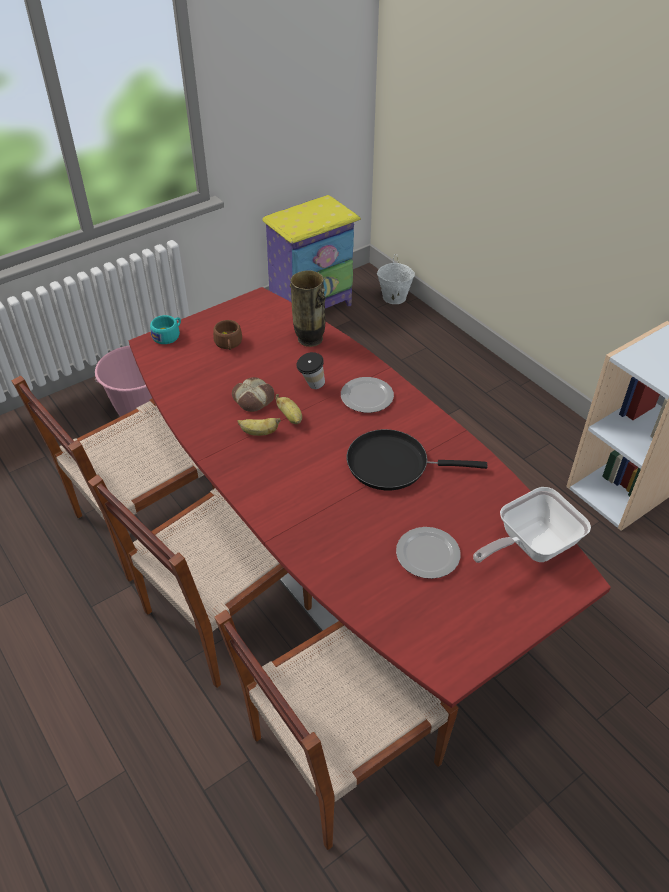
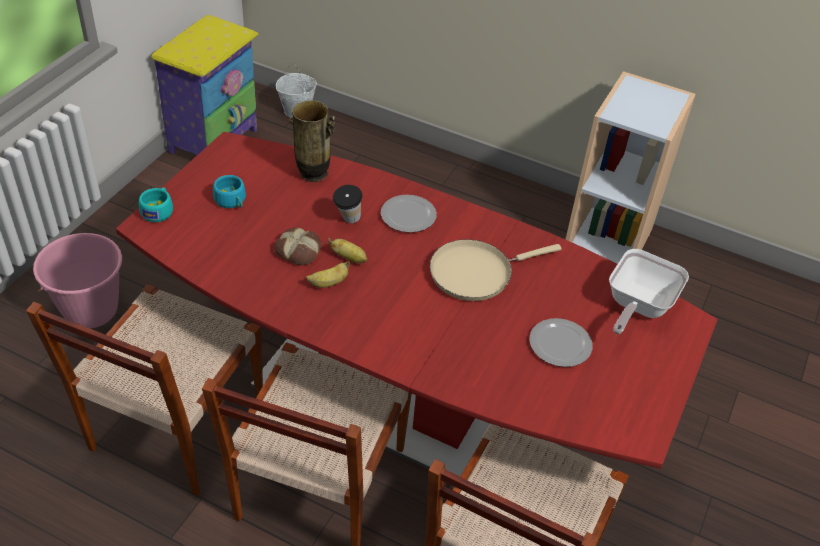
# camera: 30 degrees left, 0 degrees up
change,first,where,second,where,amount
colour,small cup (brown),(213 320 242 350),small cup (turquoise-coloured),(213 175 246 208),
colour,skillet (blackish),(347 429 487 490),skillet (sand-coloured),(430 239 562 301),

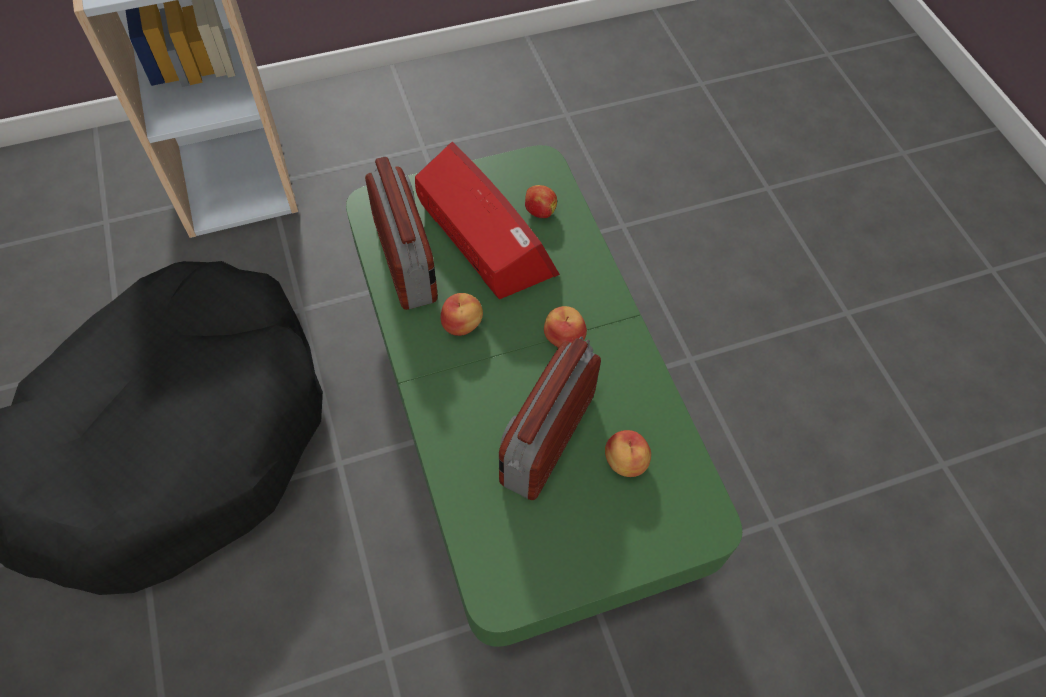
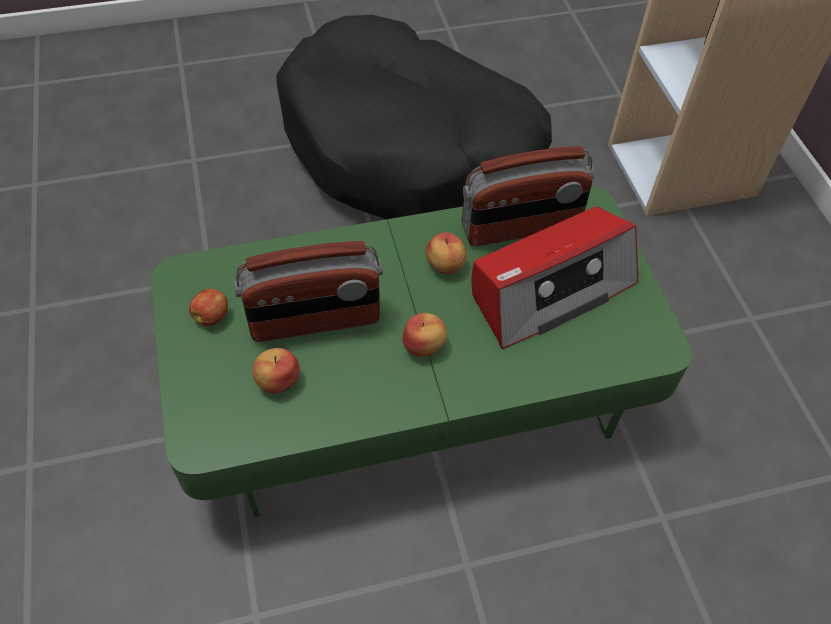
# camera: 95 degrees right, 5 degrees down
change,first,where,second,where,amount
spun,radio set,(499 336 601 500),,(234 241 383 342),135 degrees clockwise
relocated,apple fruit,(525 185 557 218),,(189 289 228 326),

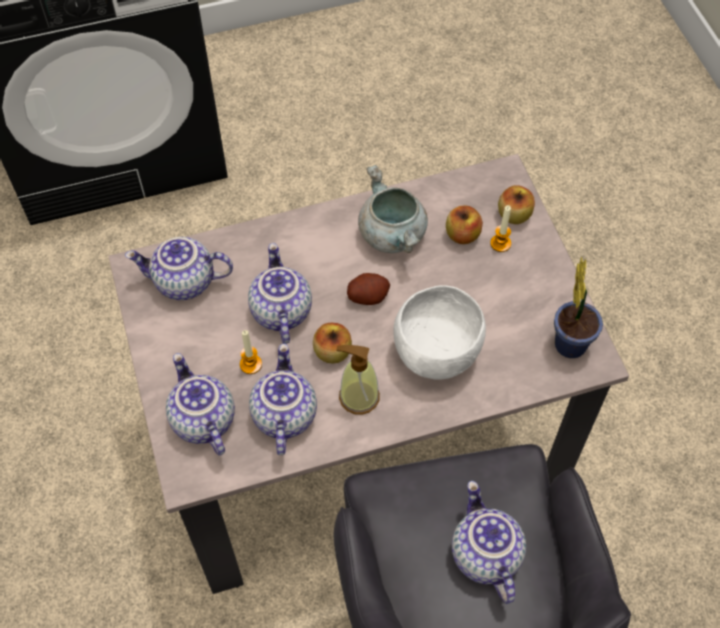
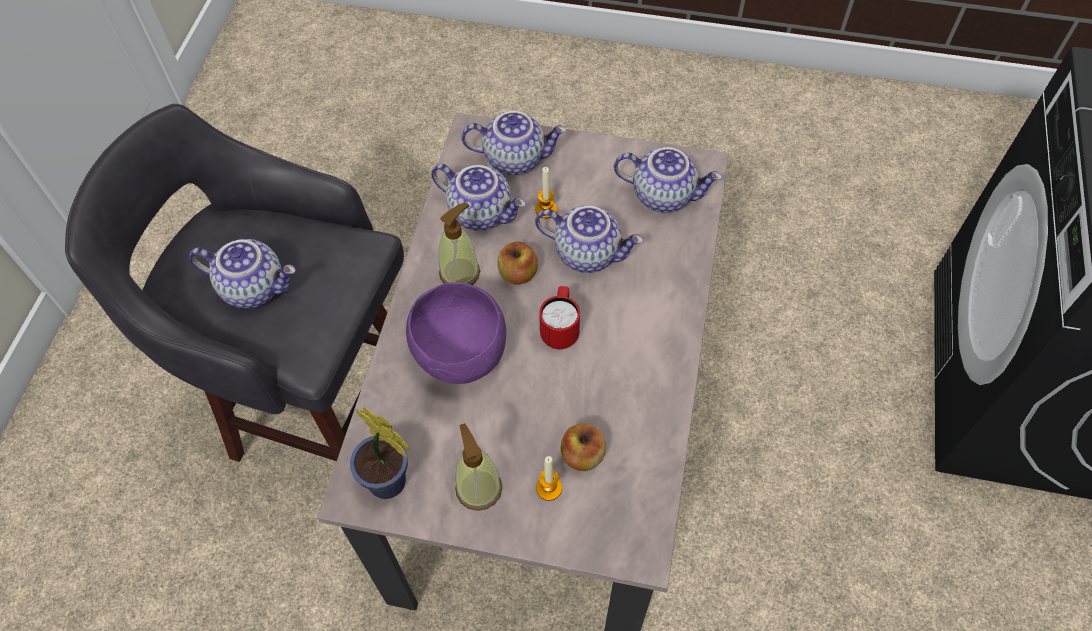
# camera: 120 degrees right, 0 degrees up
change,first,where,second,where,amount
spun,pot for tea,(125 237 233 300),,(614 147 722 212),75 degrees clockwise
exchanged,spud,(347 273 390 305),coffee mug (reddish),(539 286 580 349),
missing,stockpot (gray),(358 165 428 253),,,
colour,bowl (white-coloured),(393 285 486 379),bowl (purplish),(406 282 506 384),
missing,apple fruit,(498 185 535 224),,,
appeared,,,liquid soap bottle,(455 423 502 511),

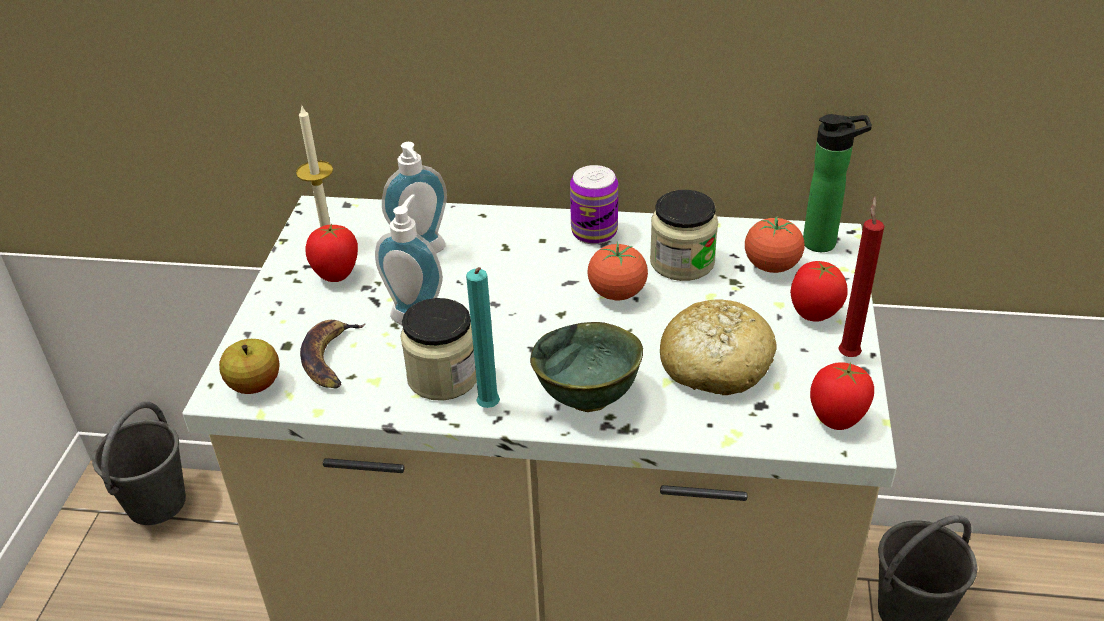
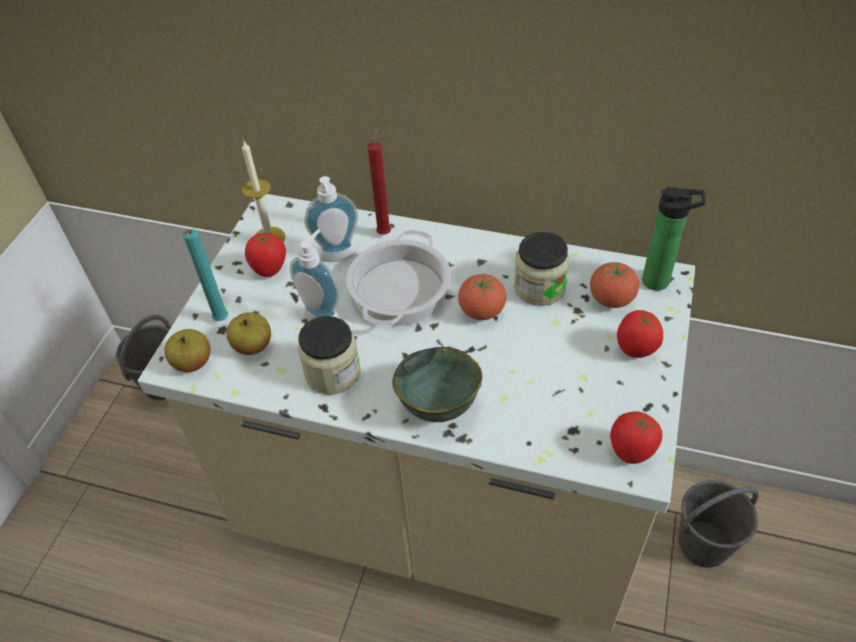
# camera: 10 degrees right, 10 degrees up
change,first,where,second,where,amount
exchanged,banana,(300 320 366 389),apple fruit,(227 313 271 355),
relocated,wax candle (turquoise-coloured),(466 267 500 408),,(183 229 228 321),
missing,metal can,(570 165 618 245),,,
missing,bakery bread,(660 299 777 395),,,
relocated,wax candle (reddish),(838 197 884 357),,(368 127 391 235),
appeared,,,stockpot,(346 230 451 326),

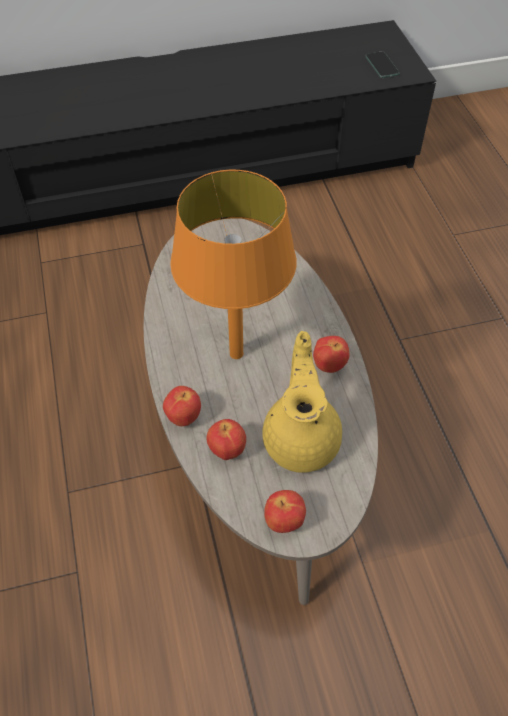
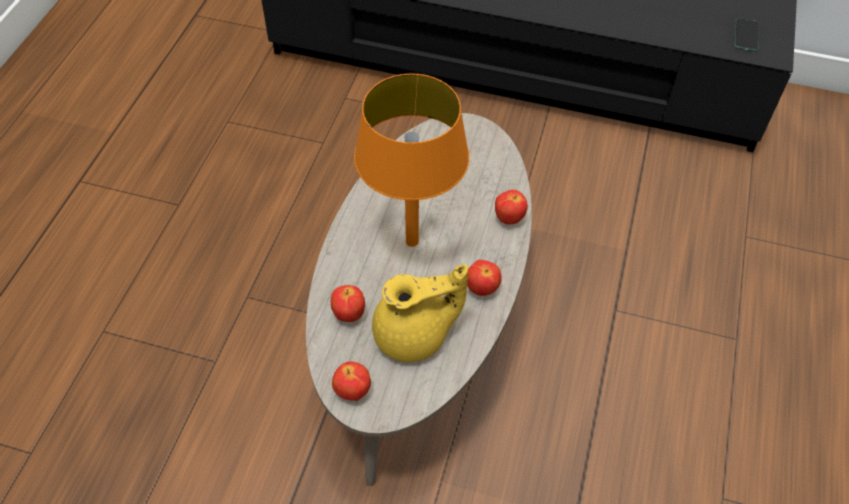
# camera: 30 degrees right, 0 degrees up
change,first,where,second,where,amount
relocated,apple fruit,(163 386 201 426),,(495 190 528 224),
spun,pot for tea (yellow-coloured),(262 331 342 473),,(372 264 468 362),45 degrees clockwise

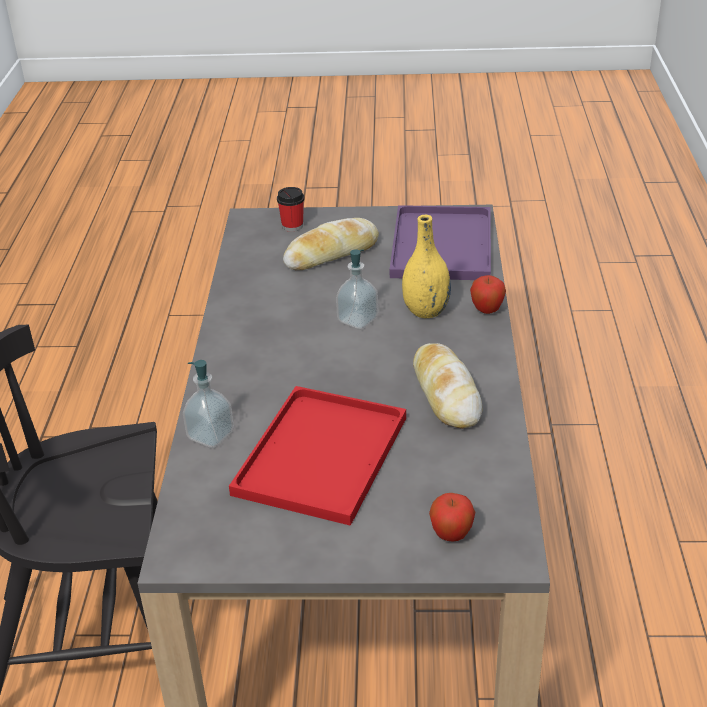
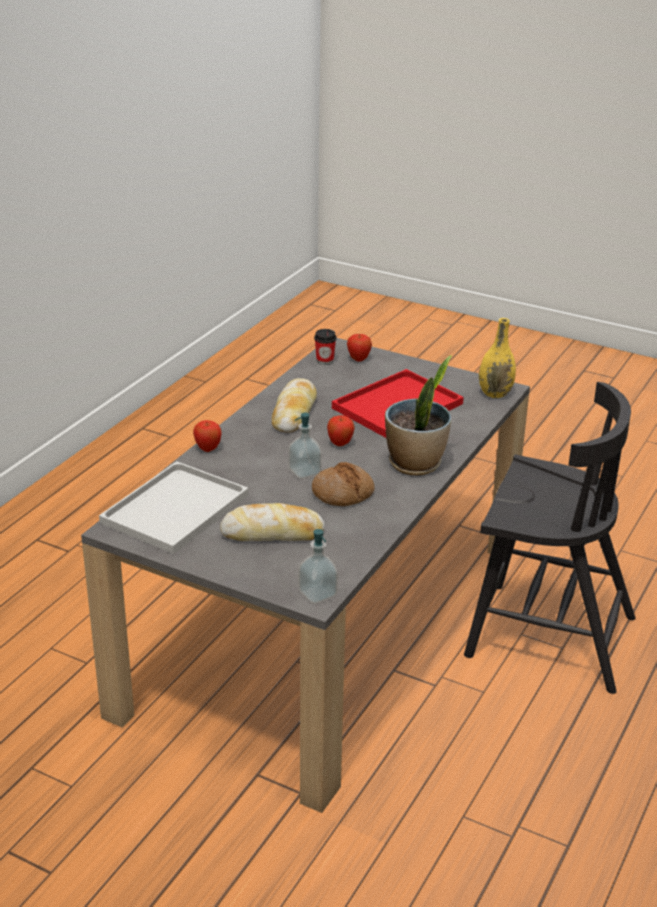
# camera: 155 degrees left, 5 degrees down
change,first,where,second,where,amount
relocated,liquid soap bottle,(183 360 234 448),,(298 529 338 604),
relocated,small cup,(277 187 304 232),,(314 329 337 365),
colour,carrying tray (purplish),(390 205 491 280),carrying tray (white-coloured),(99 461 249 554),
relocated,decorative vase (yellow-coloured),(402 214 451 318),,(479 318 516 398),
appeared,,,bakery bread,(312 462 375 506),
appeared,,,apple fruit,(327 415 355 446),
appeared,,,houseplant,(385 355 452 475),

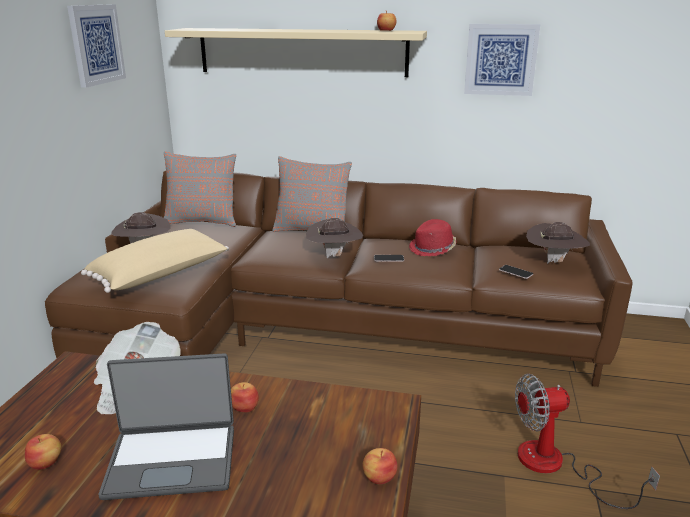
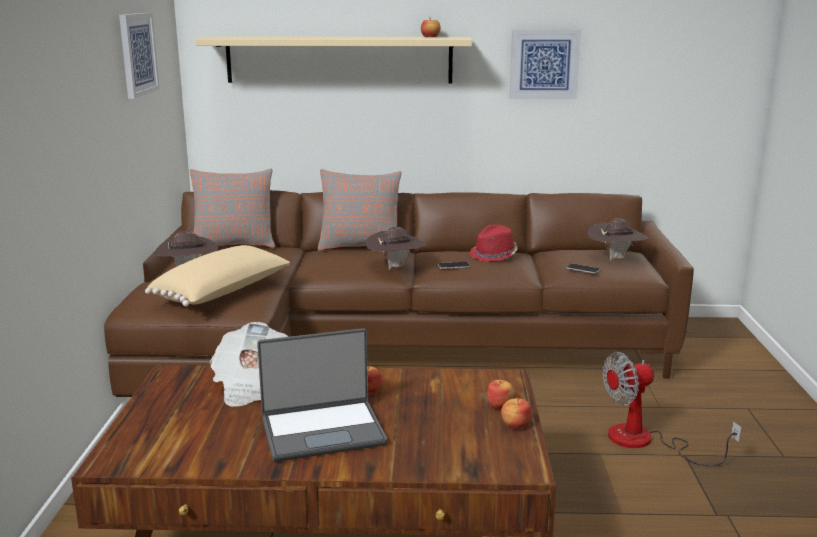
# camera: 10 degrees left, 5 degrees down
change,first,where,second,where,amount
relocated,apple fruit,(25 434 62 470),,(487 380 514 409),

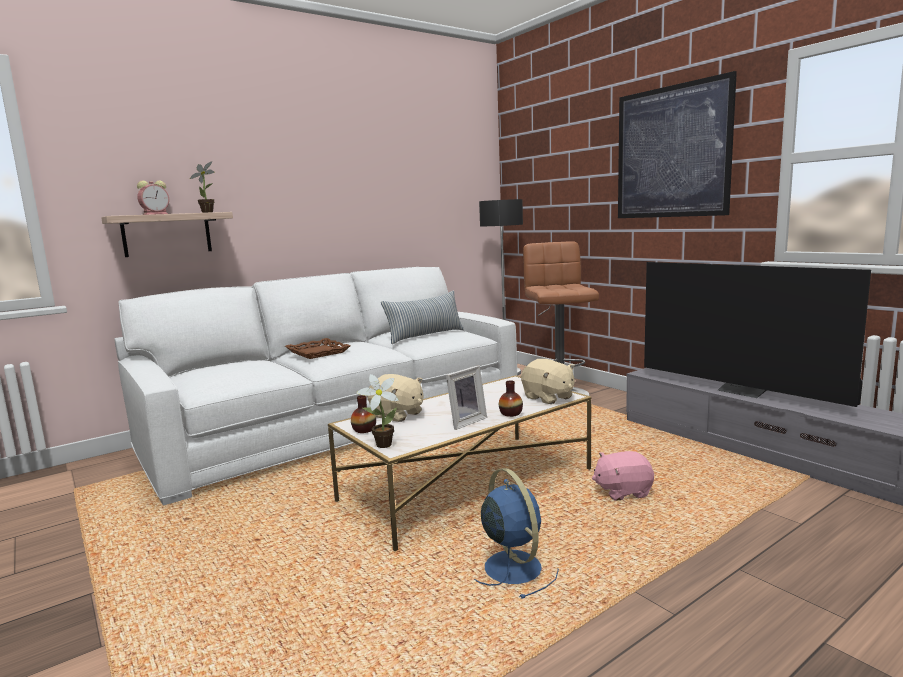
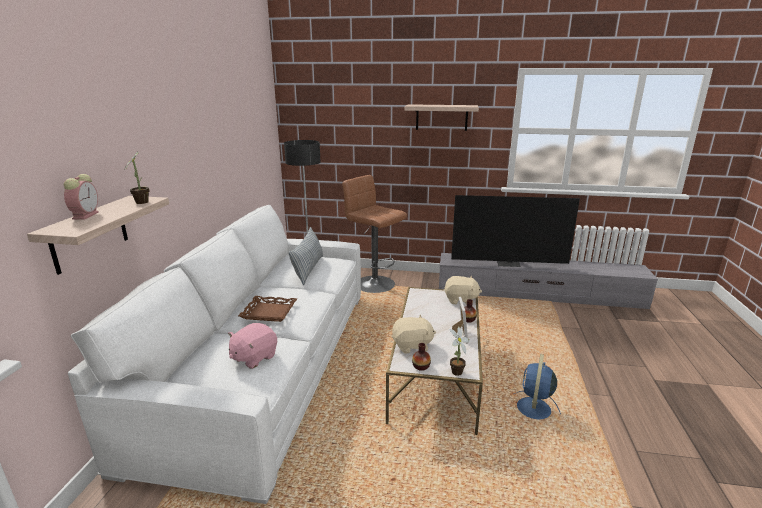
# camera: 45 degrees left, 10 degrees up
change,first,where,second,where,amount
spun,electric fan (blue-coloured),(474 468 559 599),,(513 354 561 419),90 degrees counterclockwise
relocated,soft toy (pinkish),(592 451 654 501),,(228 323 277 369),
exchanged,wall picture,(618 71 737 218),bracket shelf,(405 104 479 131),

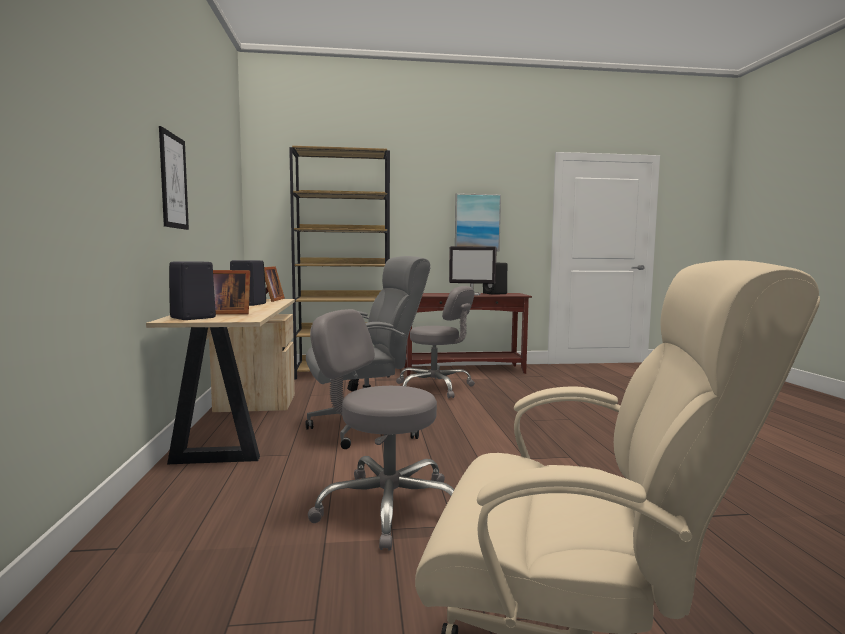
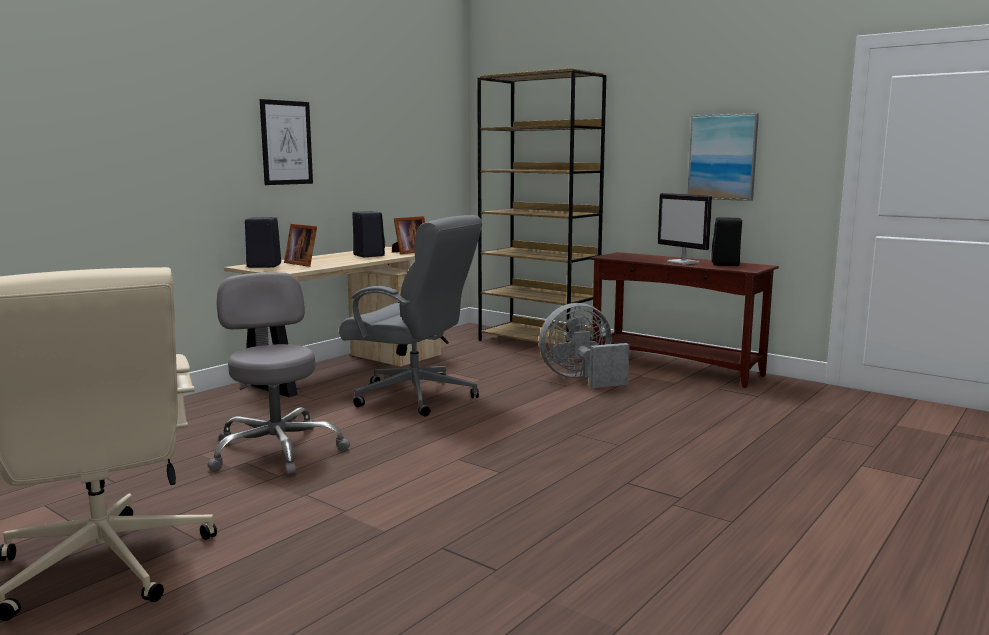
# camera: 45 degrees right, 5 degrees up
change,first,where,second,where,amount
exchanged,desk chair (gray),(396 286 475 398),electric fan (gray),(539 303 630 388),

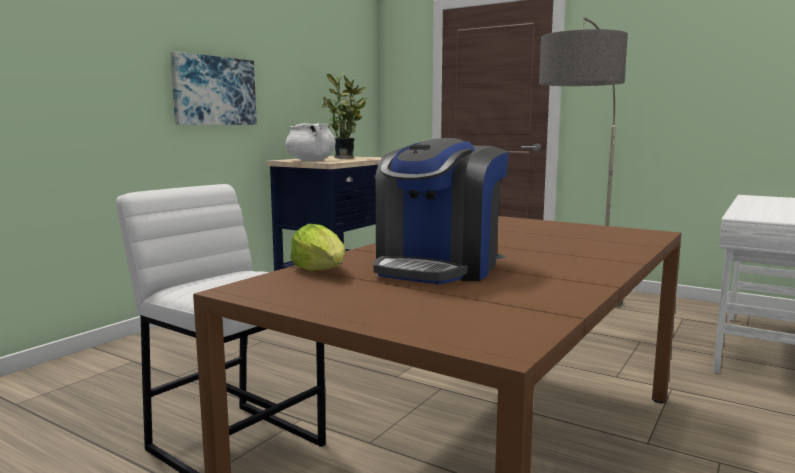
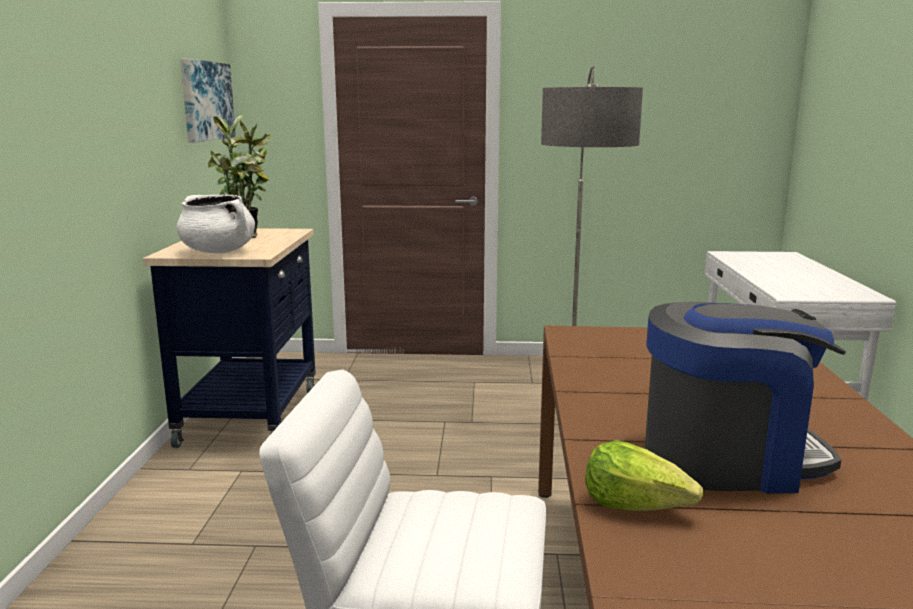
# camera: 30 degrees left, 5 degrees up
change,first,where,second,where,amount
relocated,wall picture,(170 51 257 125),,(180 58 236 143),
spun,coffee maker,(373 138 509 284),,(645 302 846 494),90 degrees counterclockwise

